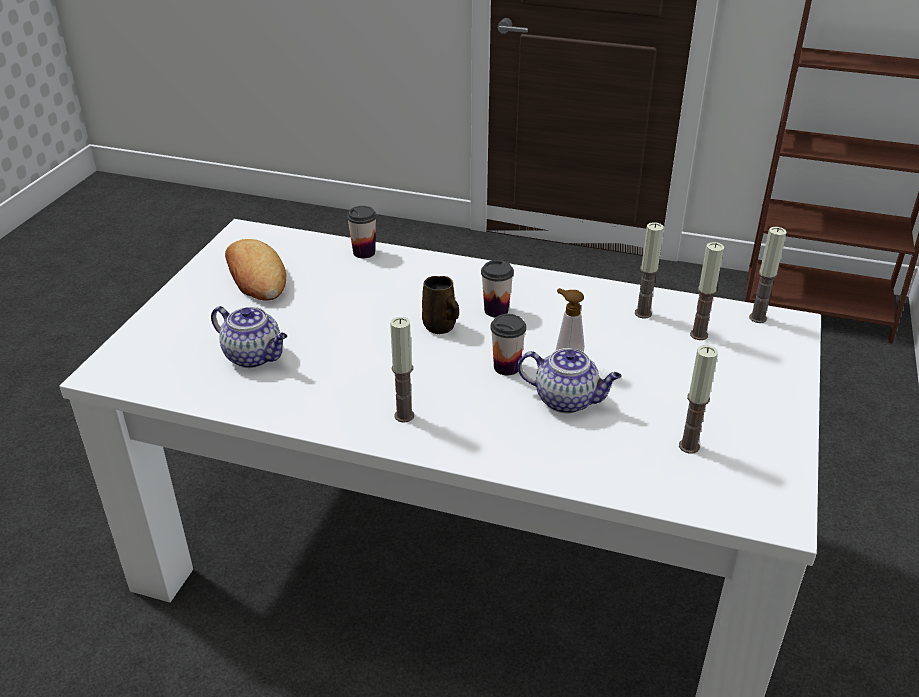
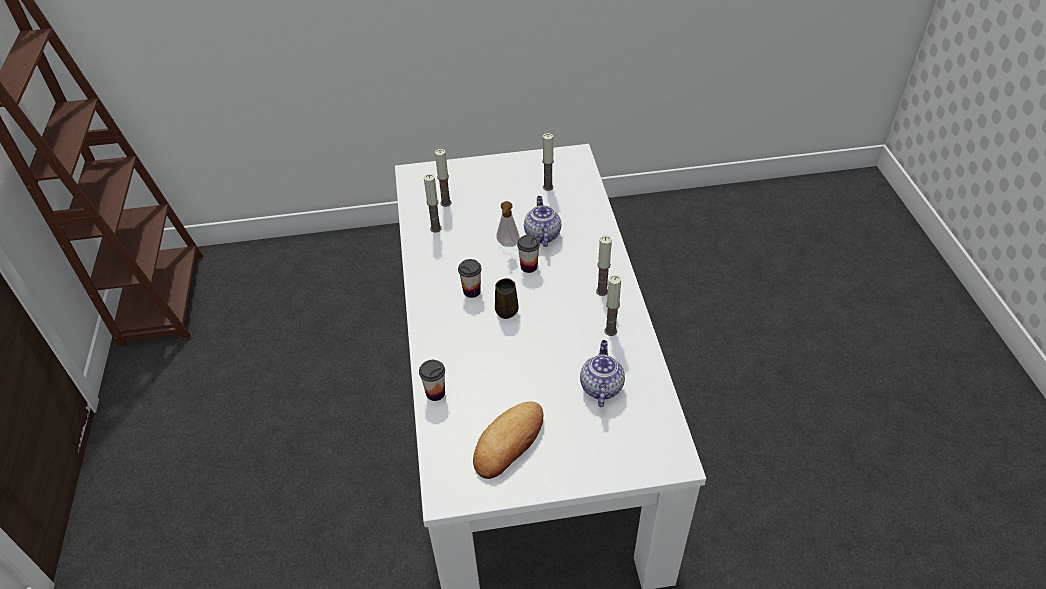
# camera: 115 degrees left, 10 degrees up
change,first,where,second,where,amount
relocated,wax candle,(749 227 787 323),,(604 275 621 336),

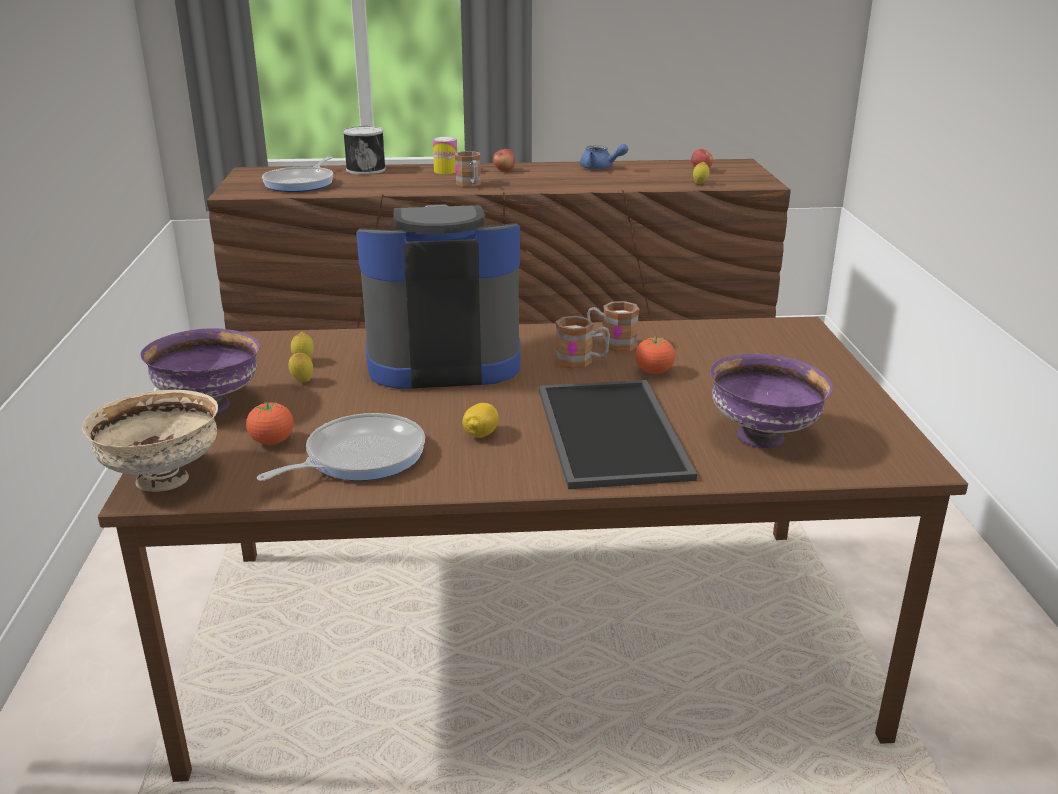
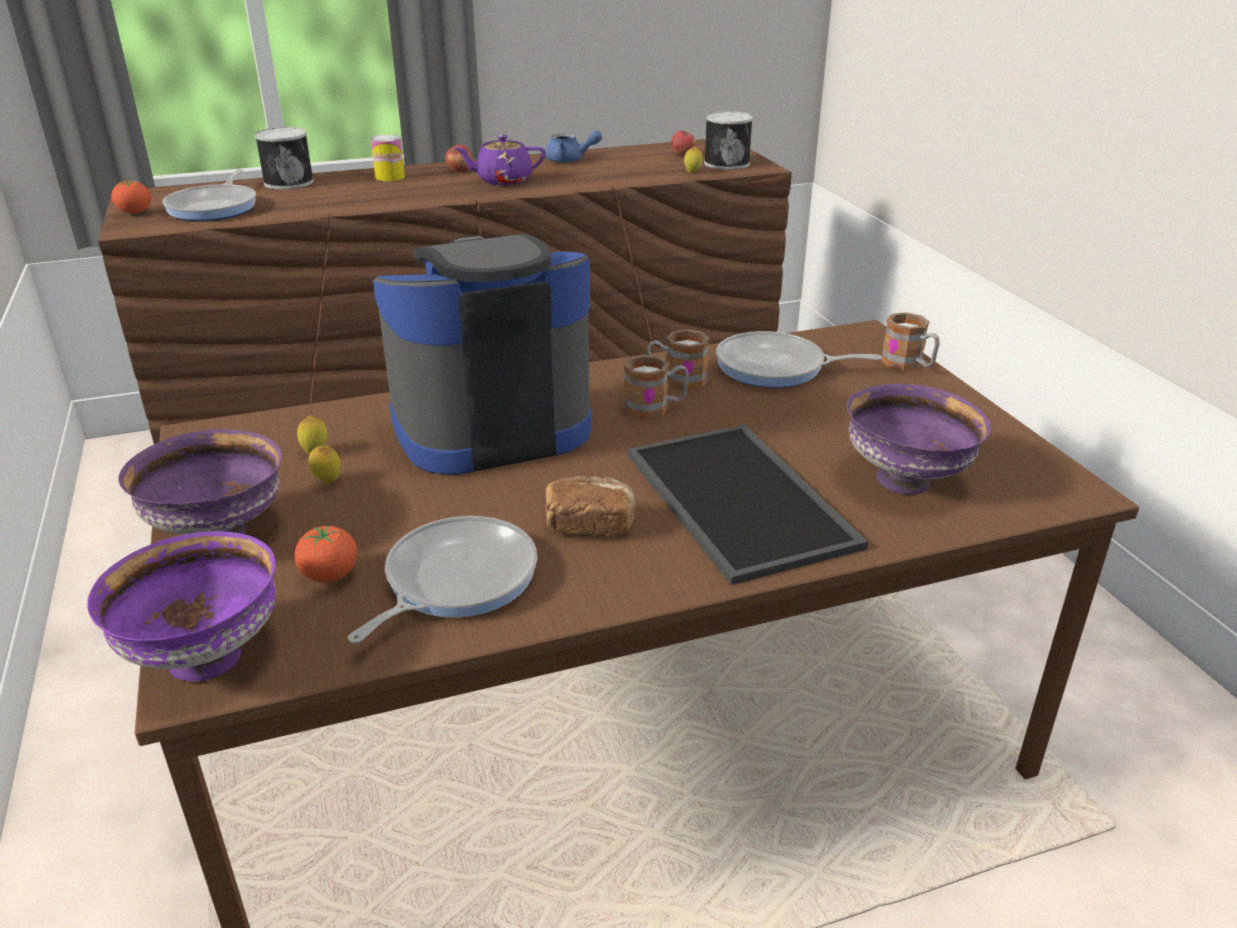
# camera: 15 degrees left, 5 degrees up
change,first,where,second,where,amount
colour,bowl (sand-coloured),(82 390 218 492),bowl (purplish),(87 531 276 681),
relocated,coffee mug,(455 151 481 187),,(881 312 940 371),
exchanged,whole lemon,(462 403 499 438),bakery bread,(546 476 635 536),
relocated,whole tomato,(635 336 675 374),,(111 178 151 214),
appeared,,,pot for tea (purplish),(454 135 546 185),
appeared,,,metal can,(704 111 753 170),
appeared,,,skillet,(716 331 882 388),

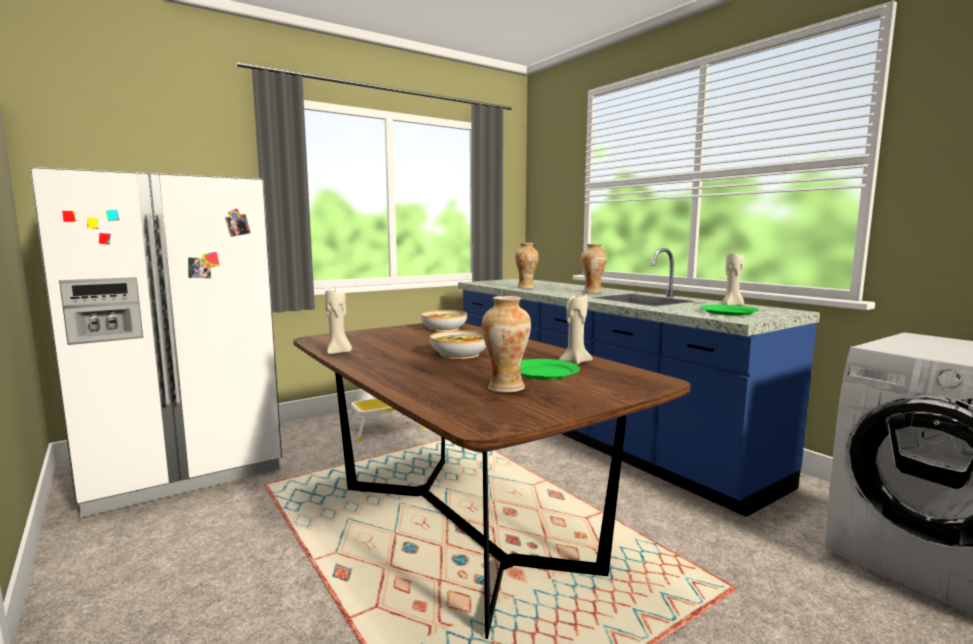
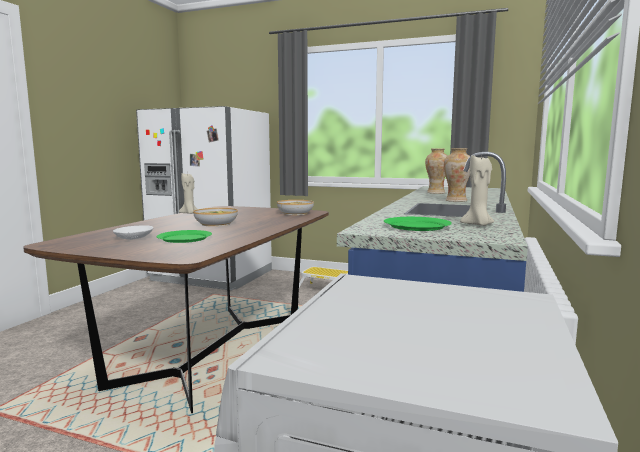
# camera: 55 degrees right, 0 degrees up
change,first,where,second,where,amount
exchanged,decorative vase,(482 296 531 393),bowl (white-coloured),(113 225 153 240),
missing,wax candle (sand-coloured),(559 294 593 365),,,

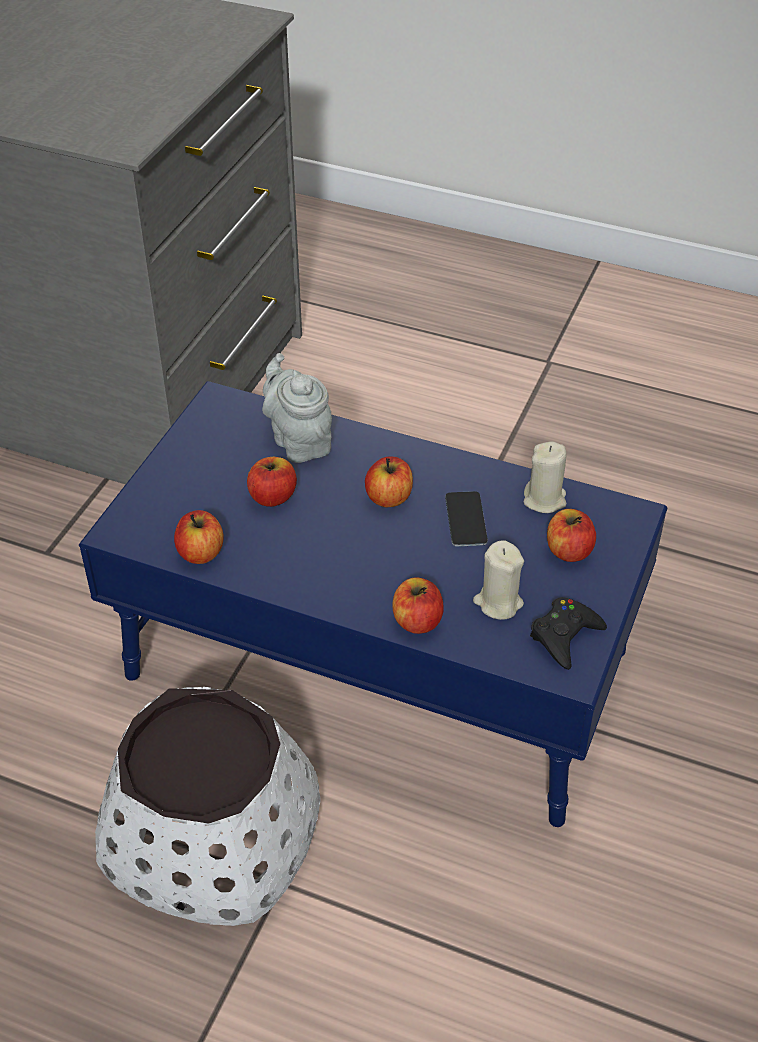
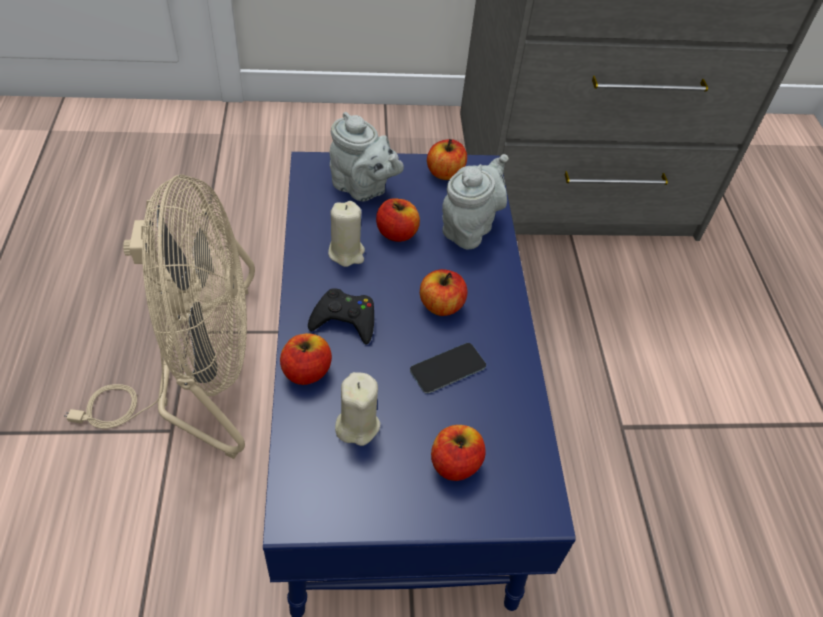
# camera: 60 degrees right, 5 degrees up
change,first,where,second,where,amount
exchanged,plant pot (white-coloured),(95 687 321 926),electric fan (sand-coloured),(64 174 255 459),
relocated,apple fruit,(174 510 224 564),,(427 139 467 180),
relocated,wax candle (sand-coloured),(524 441 567 513),,(328 201 365 267),
relocated,gamepad (blackish),(530 597 607 670),,(308 288 374 345),
appeared,,,pot for tea (gray),(330 112 404 202),

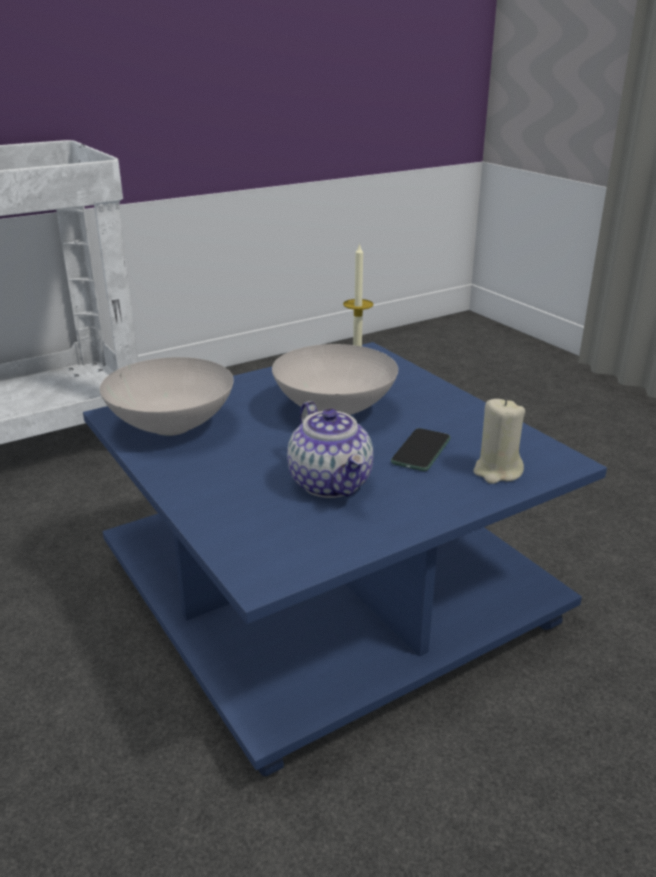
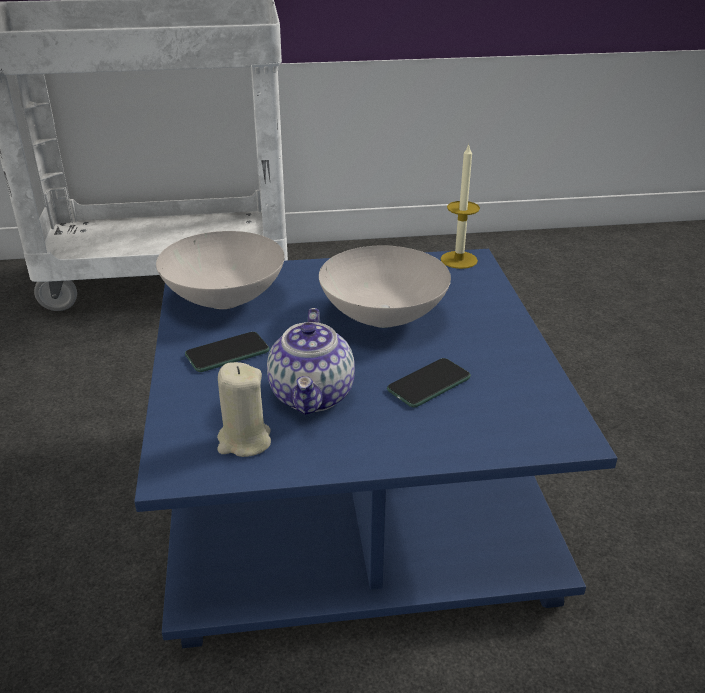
# camera: 25 degrees right, 5 degrees up
change,first,where,second,where,amount
relocated,wax candle (sand-coloured),(474 398 525 484),,(217 362 271 457),
appeared,,,phone,(185 332 269 372),

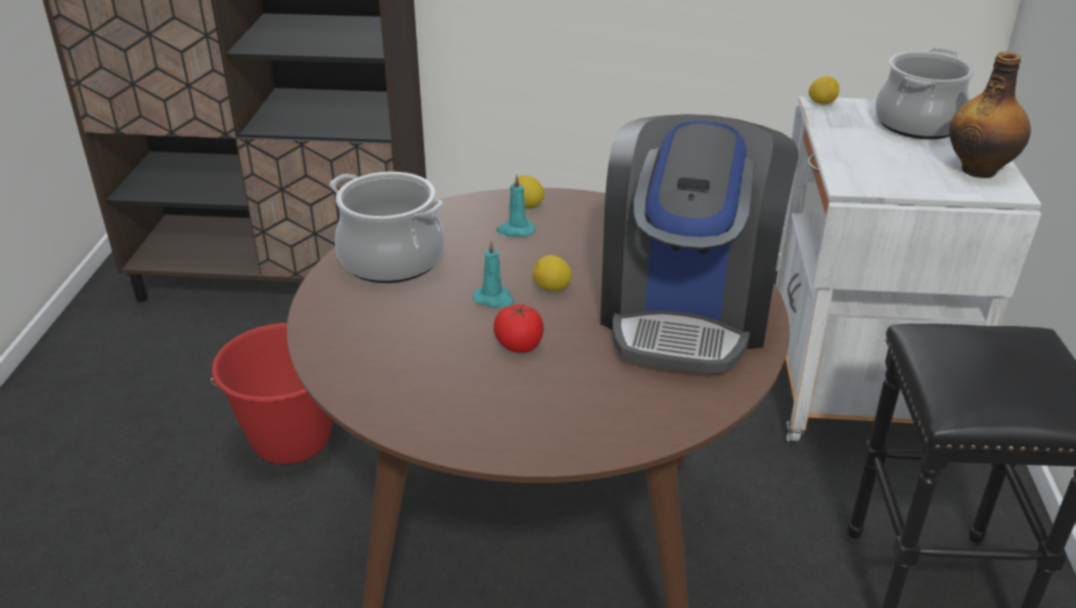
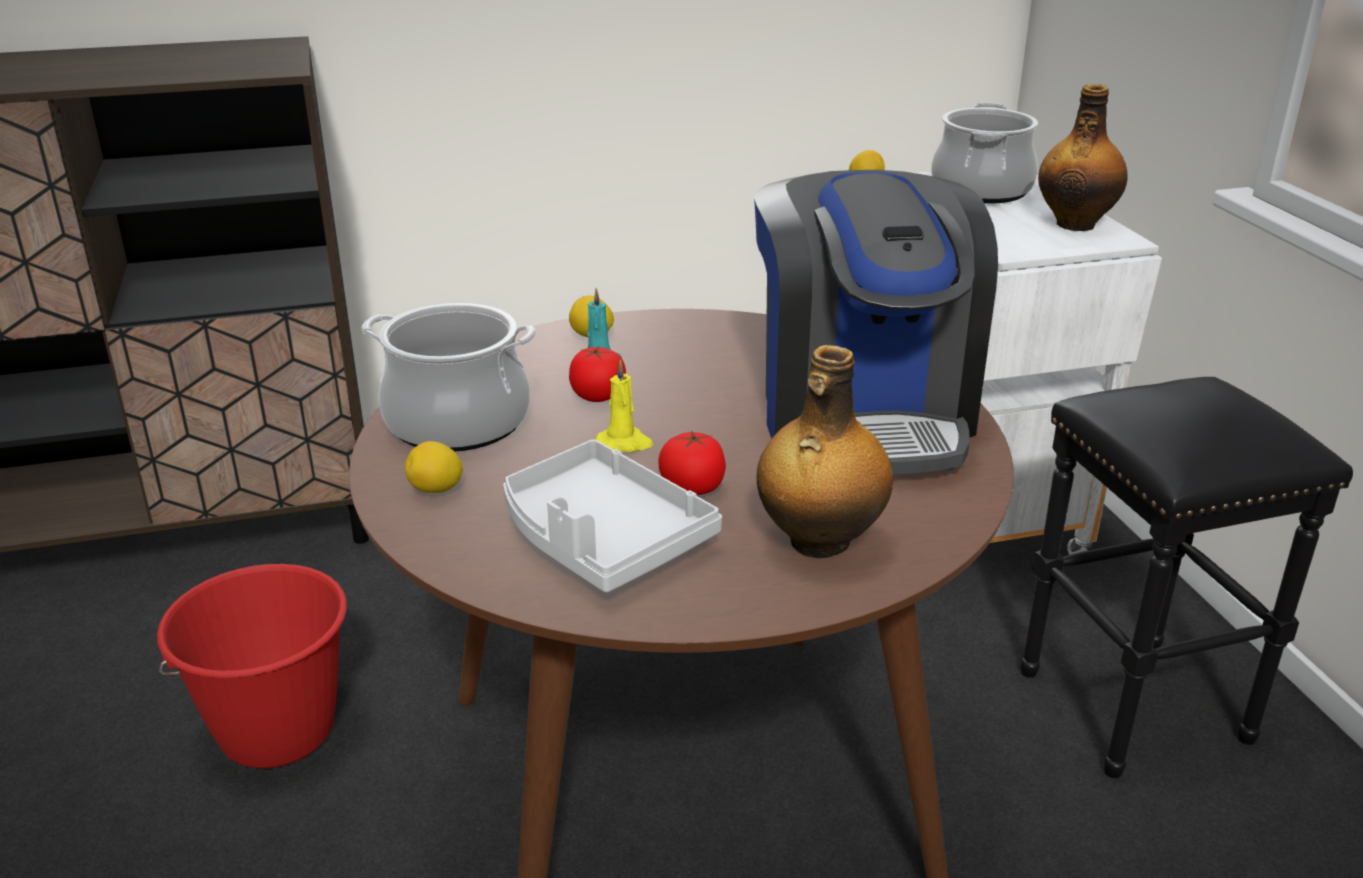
# camera: 20 degrees left, 5 degrees down
change,first,where,second,where,amount
colour,wax candle (turquoise-coloured),(473 239 514 308),wax candle (yellow-coloured),(596 360 653 452),
relocated,whole lemon,(533 255 572 291),,(405 441 463 493),
appeared,,,carrying tray (gray),(503 439 722 593),
appeared,,,whole tomato,(569 347 626 402),
appeared,,,beverage bottle,(757 345 893 558),

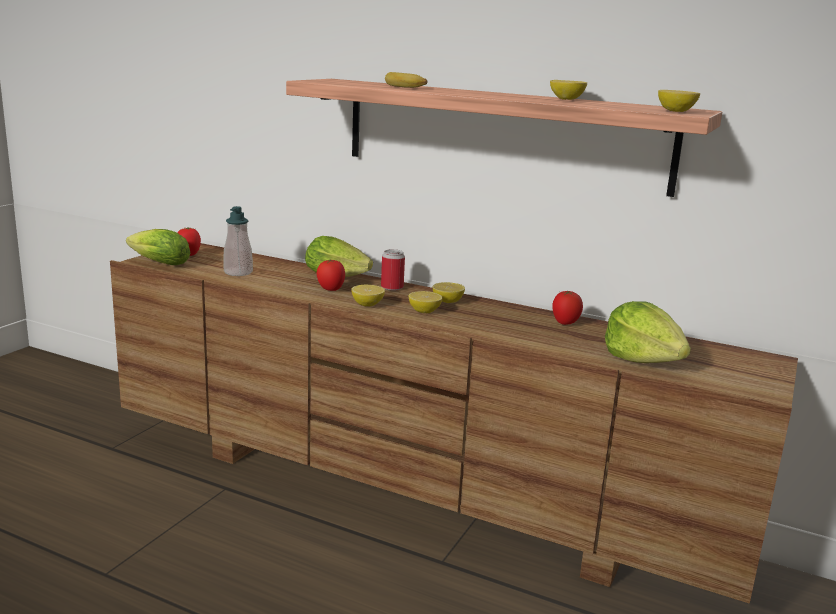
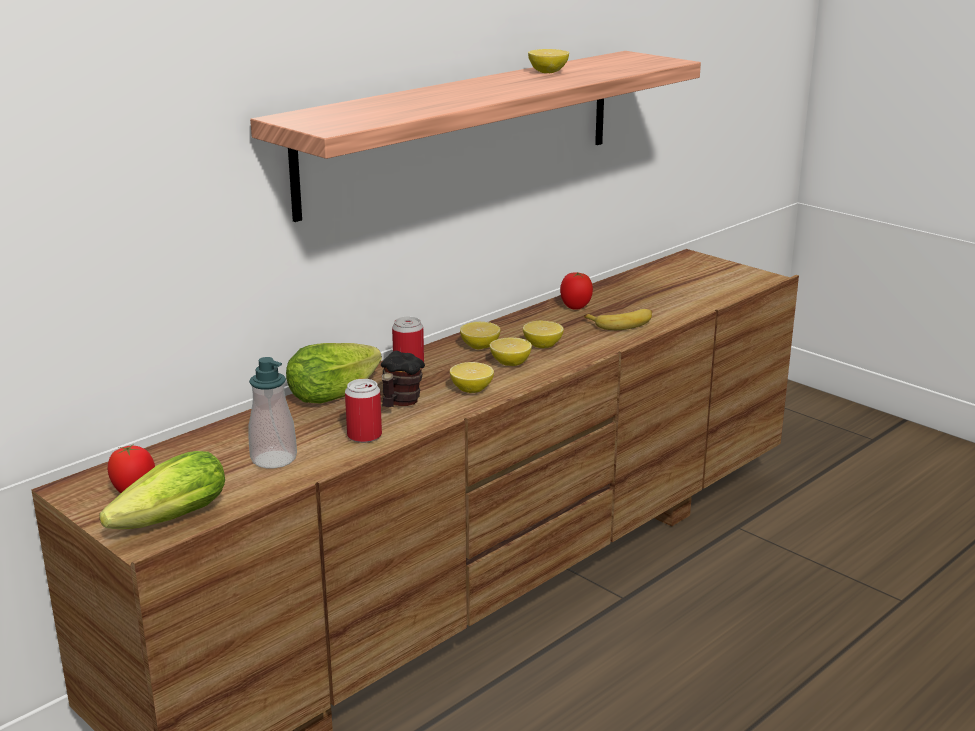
# camera: 70 degrees left, 5 degrees up
change,first,where,second,where,amount
exchanged,whole tomato,(317 259 345 291),coffee mug,(381 351 425 407),
relocated,banana,(385 72 427 88),,(584 309 652 330),
missing,head of lettuce,(605 301 691 363),,,
relocated,whole lemon,(658 90 700 112),,(523 321 564 348),
appeared,,,metal can,(345 379 382 443),

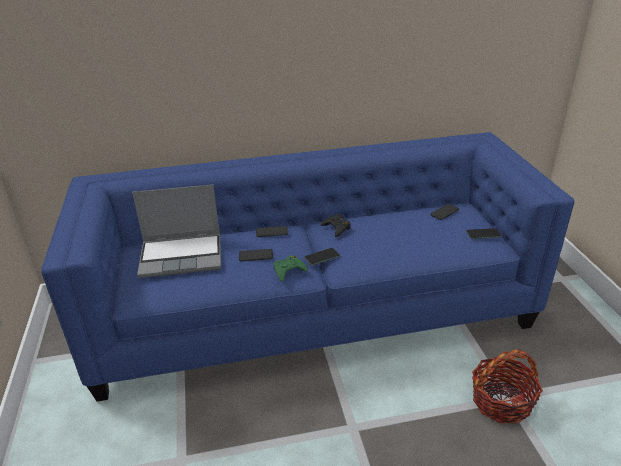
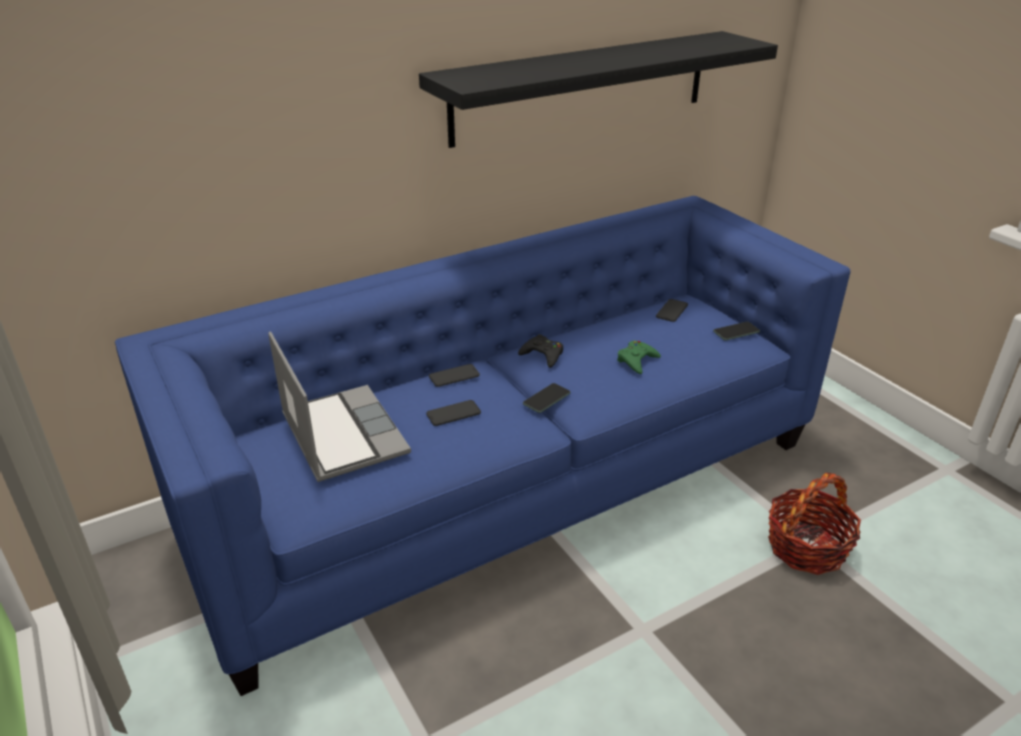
# camera: 20 degrees left, 0 degrees up
change,first,where,second,where,amount
spun,laptop,(132 185 221 278),,(268 332 411 482),90 degrees counterclockwise
relocated,gamepad (green-coloured),(273 256 308 282),,(617 341 661 374),
appeared,,,bracket shelf (blackish),(419 31 778 148),

